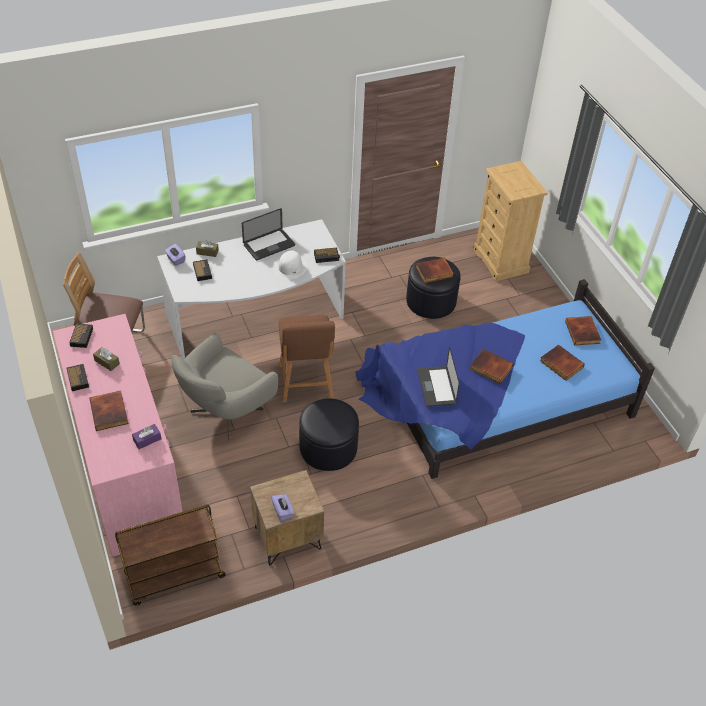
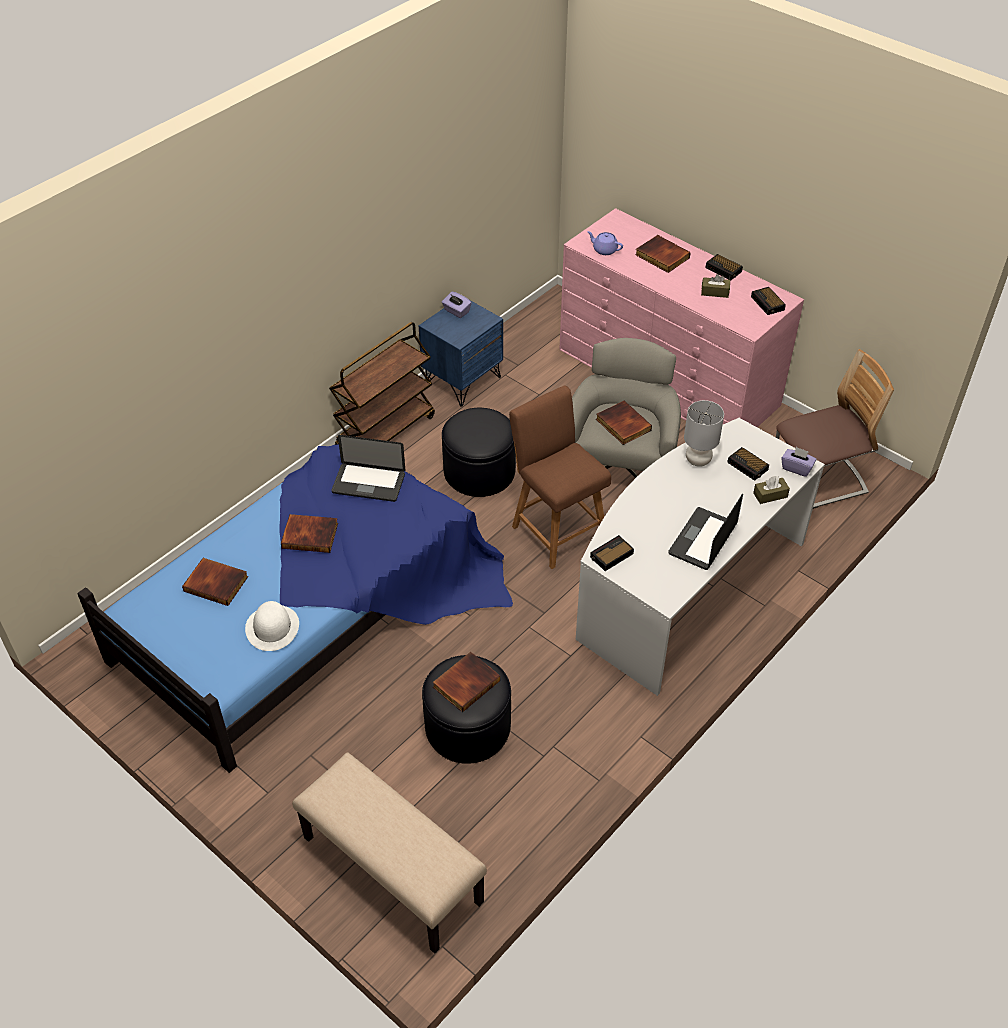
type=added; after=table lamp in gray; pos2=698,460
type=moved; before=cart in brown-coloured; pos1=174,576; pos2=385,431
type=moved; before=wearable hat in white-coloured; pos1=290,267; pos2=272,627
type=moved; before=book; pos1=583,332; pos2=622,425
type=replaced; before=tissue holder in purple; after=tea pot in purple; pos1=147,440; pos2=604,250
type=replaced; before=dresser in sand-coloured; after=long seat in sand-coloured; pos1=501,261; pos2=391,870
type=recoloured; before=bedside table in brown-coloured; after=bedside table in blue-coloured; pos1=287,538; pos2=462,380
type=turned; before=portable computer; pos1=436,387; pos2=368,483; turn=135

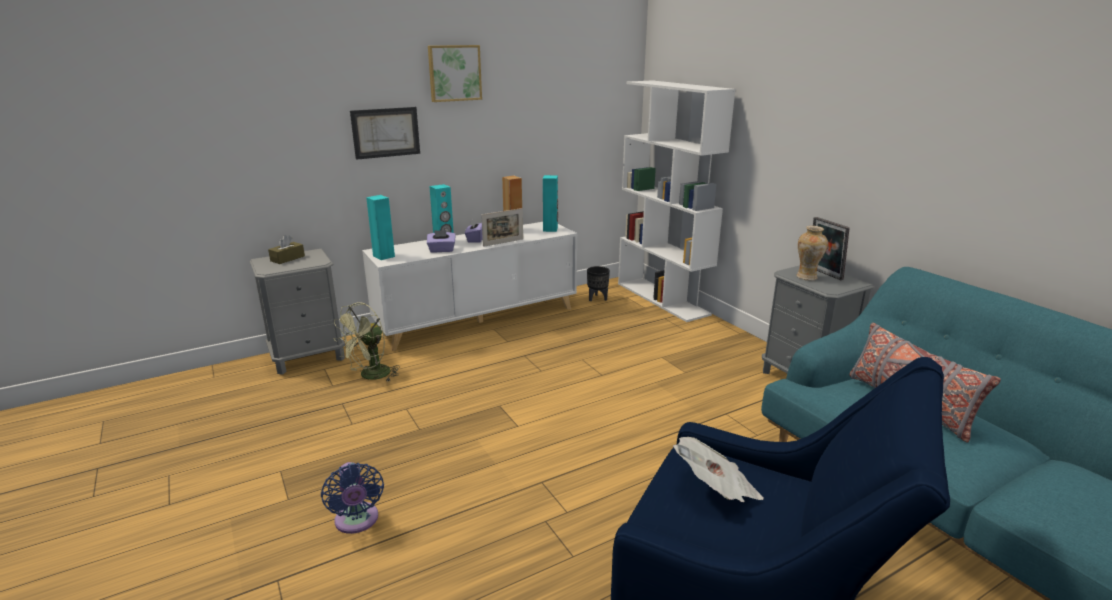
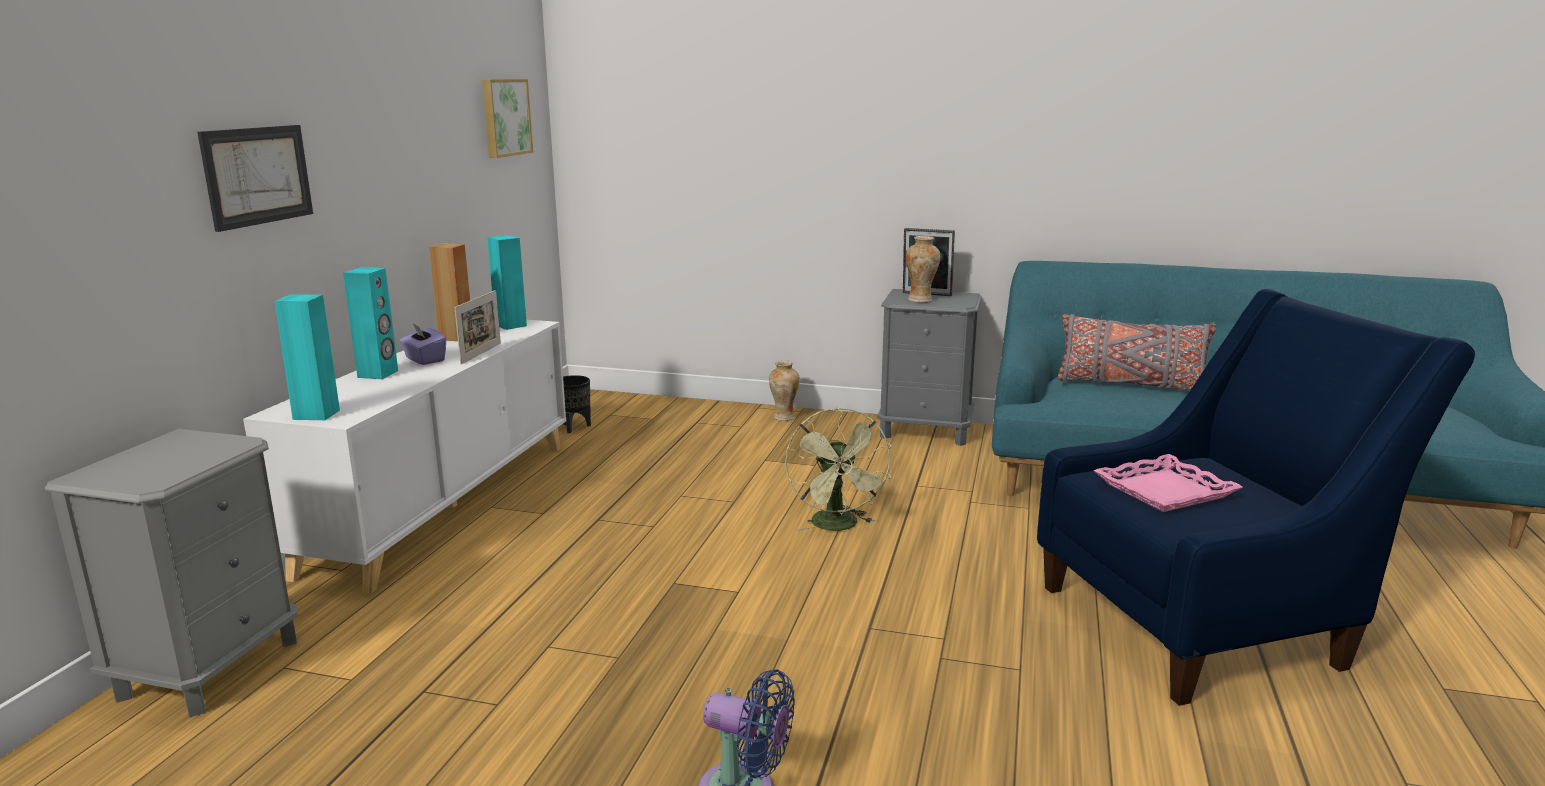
type=removed; before=tissue holder in brown-coloured; pos1=287,258
type=removed; before=tissue holder in purple; pos1=441,250
type=removed; before=bookshelf in white-coloured; pos1=663,299
type=added; after=decorative vase; pos2=784,417
type=moved; before=fan in green-coloured; pos1=370,376; pos2=838,526
type=moved; before=wall picture; pos1=454,73; pos2=504,117
type=replaced; before=daily paper; after=carrying tray in pink; pos1=716,489; pos2=1164,490

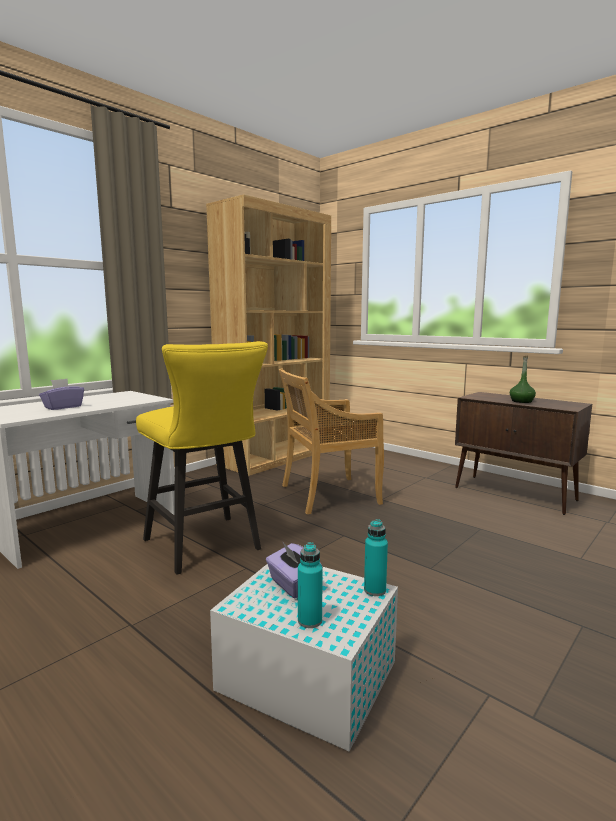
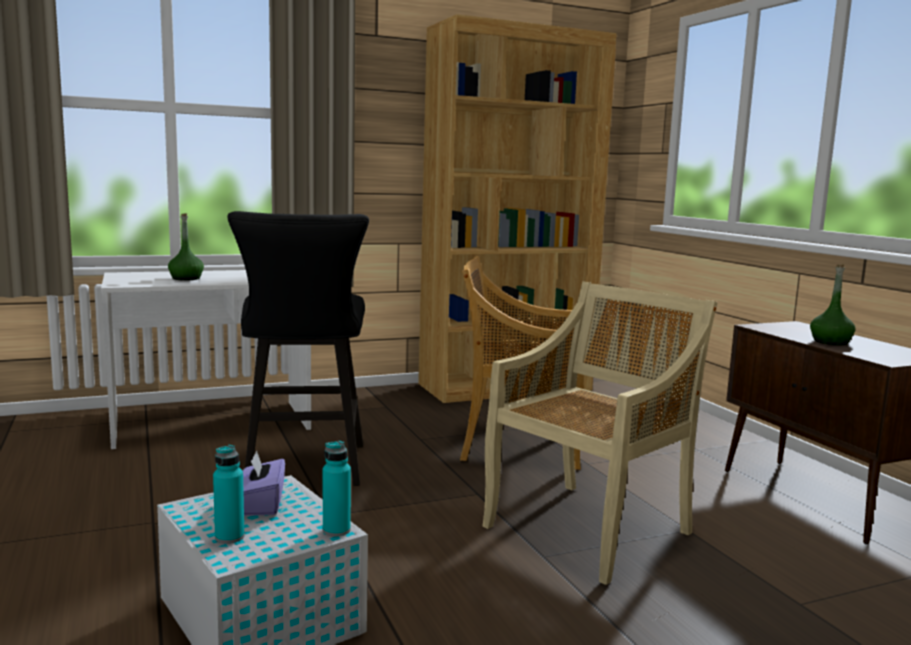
type=added; after=upright chair in sand-coloured; pos2=589,528
type=replaced; before=tissue holder in purple; after=bottle in green-coloured; pos1=63,407; pos2=186,278
type=recoloured; before=stool seat in yellow-coloured; after=stool seat in black-coloured; pos1=206,547; pos2=303,470

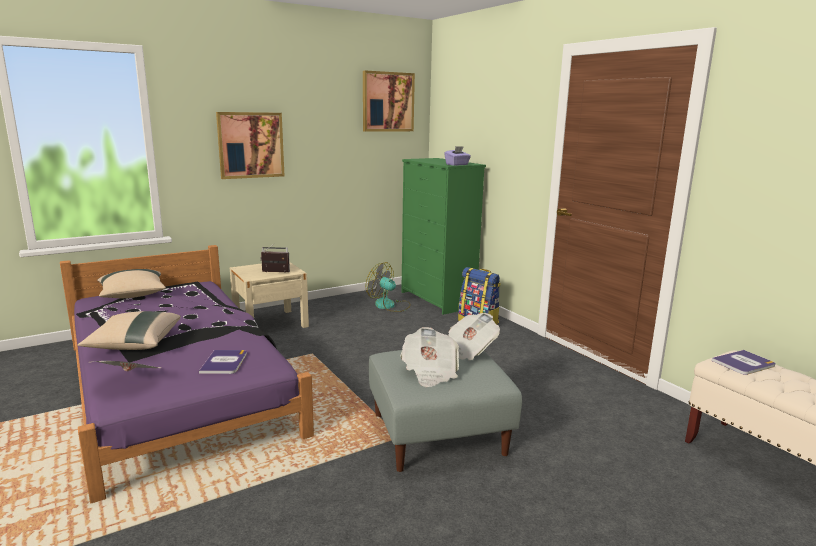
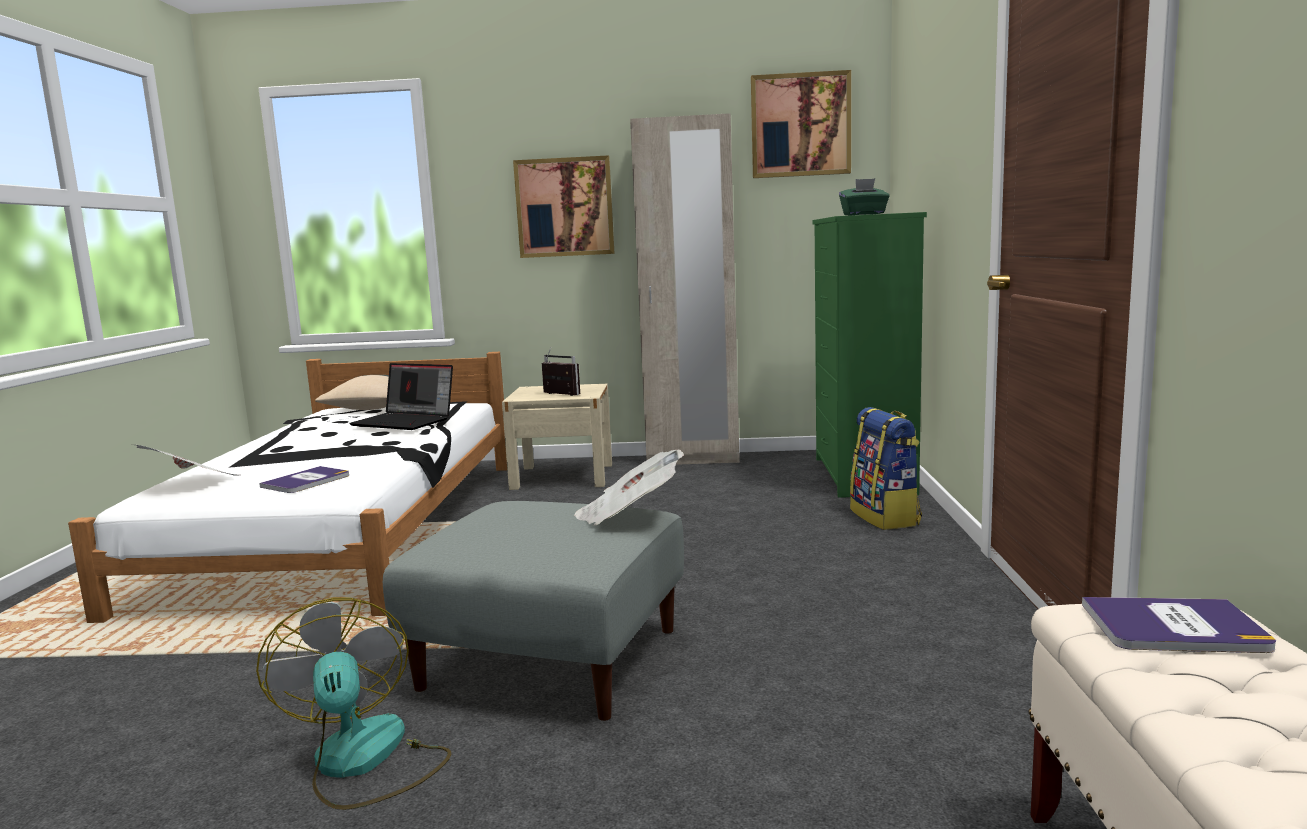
type=removed; before=pillow in sand-coloured; pos1=134,344
type=removed; before=daily paper; pos1=430,372
type=added; after=portable computer; pos2=406,421
type=added; after=clothes cupboard in sand-coloured; pos2=693,459
type=moved; before=fan; pos1=389,306; pos2=364,762
type=recoloured; before=sleeping bed in purple; after=sleeping bed in white-coloured; pos1=176,386; pos2=348,527
type=recoloured; before=tissue holder in purple; after=tissue holder in green-coloured; pos1=457,164; pos2=864,214

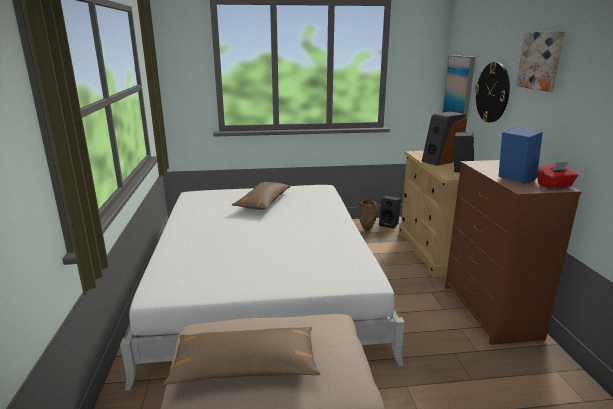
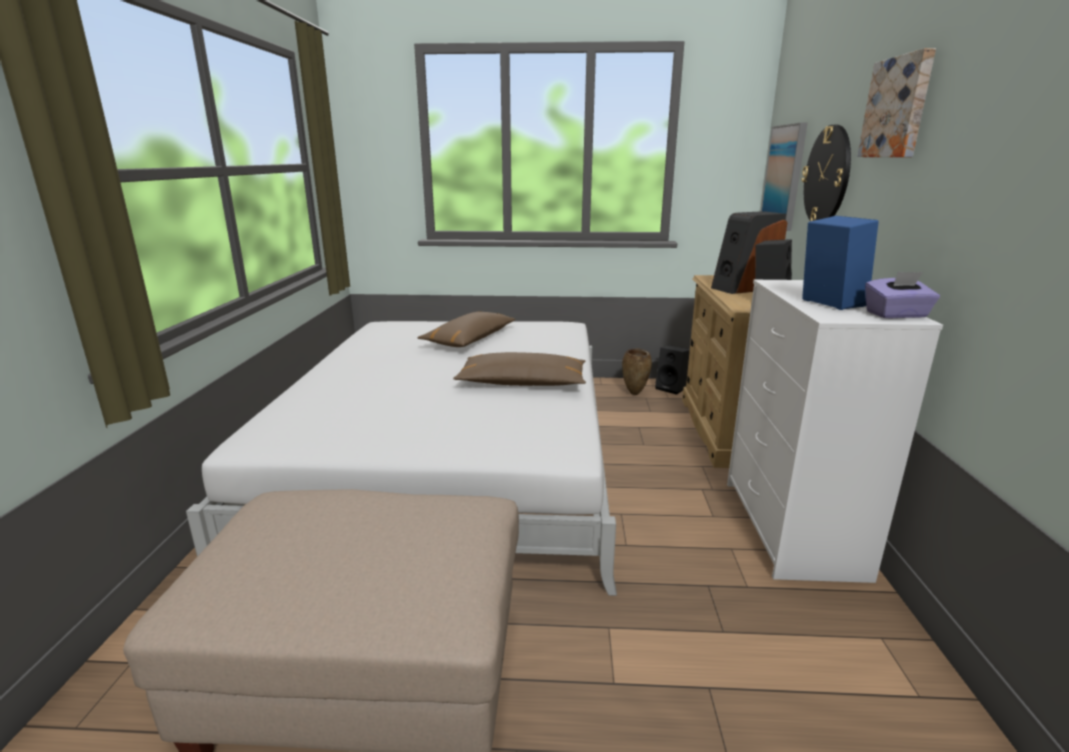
type=moved; before=pillow in brown-coloured; pos1=245,367; pos2=522,383
type=recoloured; before=dresser in brown-coloured; after=dresser in white-coloured; pos1=491,312; pos2=792,528
type=recoloured; before=tissue holder in reddish; after=tissue holder in purple; pos1=554,186; pos2=896,315

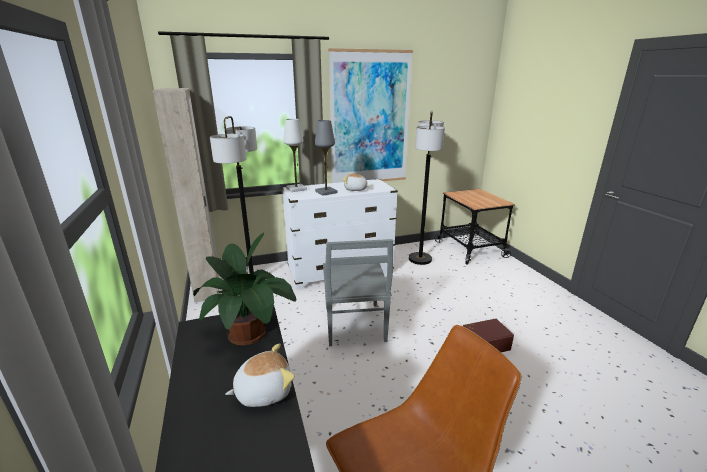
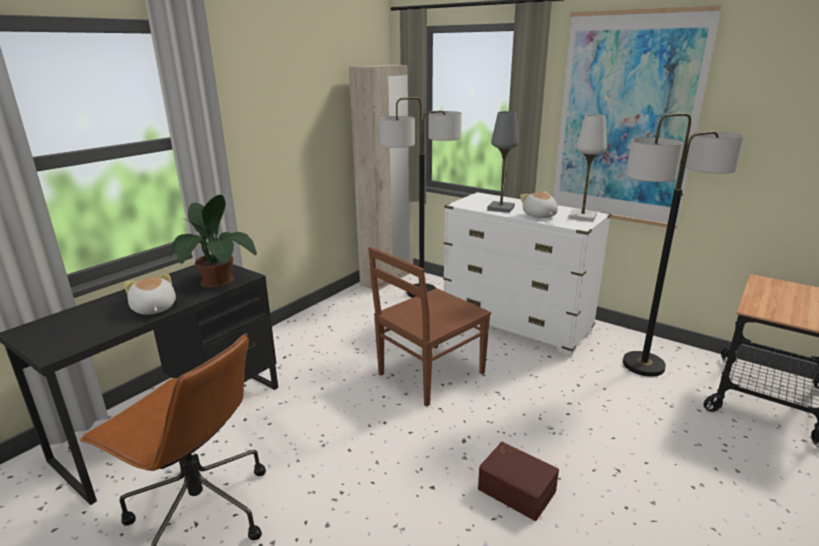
type=moved; before=table lamp in white-coloured; pos1=296,189; pos2=582,217
type=recoloured; before=upright chair in gray; after=upright chair in brown-coloured; pos1=354,325; pos2=429,374
type=turned; before=soft toy; pos1=263,391; pos2=153,309; turn=-150

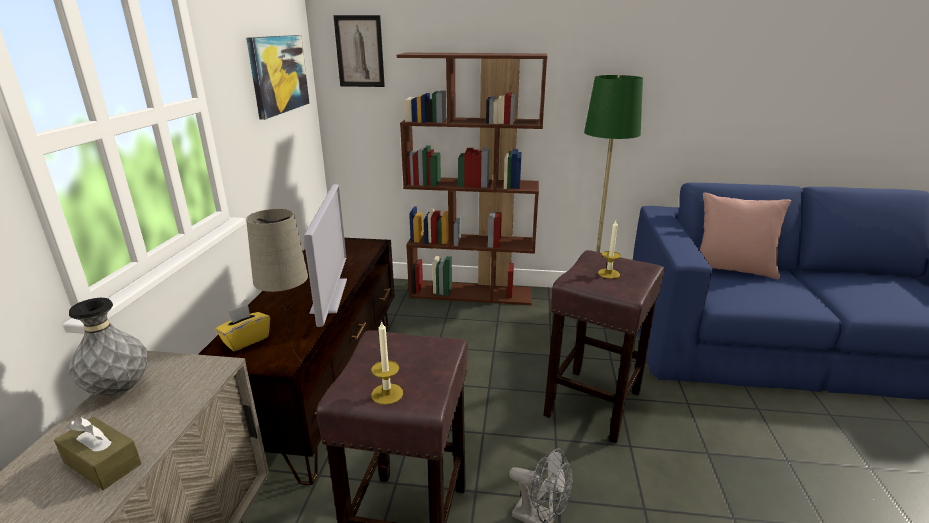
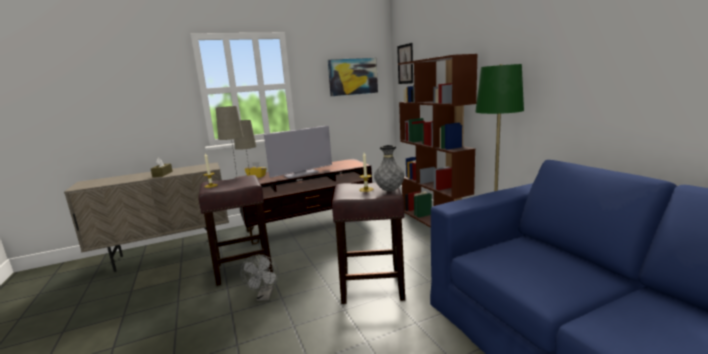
type=removed; before=pillow in pink; pos1=732,270
type=added; after=table lamp in sand-coloured; pos2=237,179
type=moved; before=decorative vase in gray; pos1=119,389; pos2=389,190

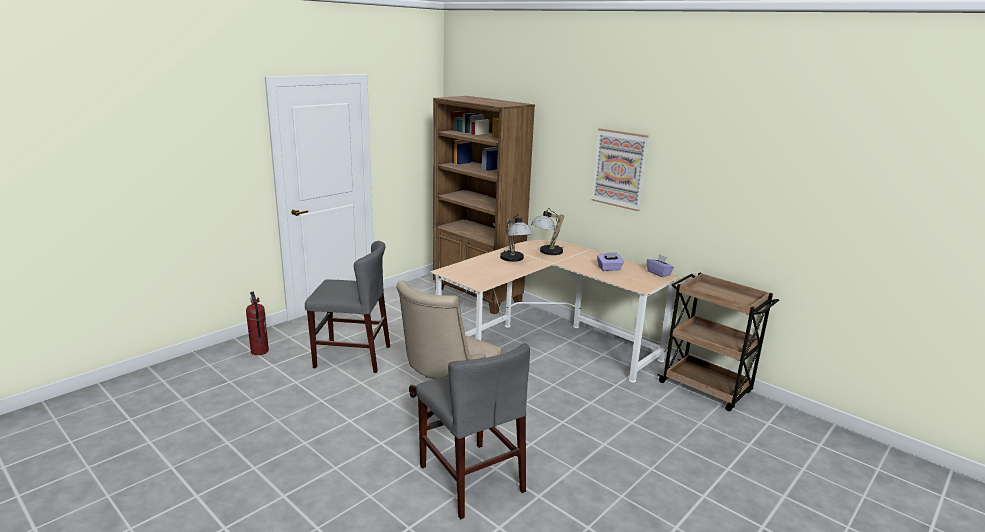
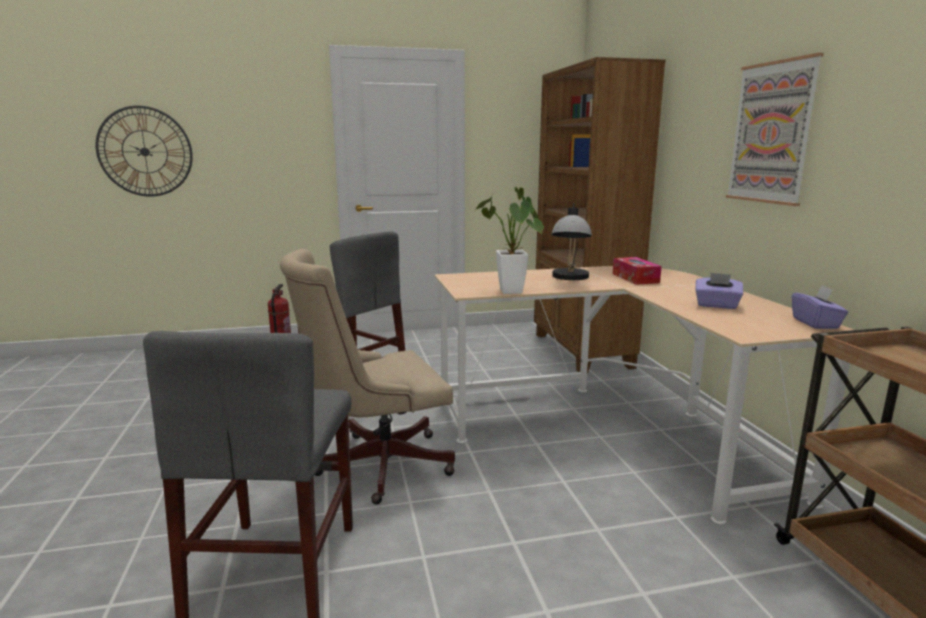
type=added; after=clock on the wall; pos2=145,151
type=added; after=potted plant; pos2=511,293
type=replaced; before=table lamp; after=tissue holder; pos1=547,253; pos2=635,278

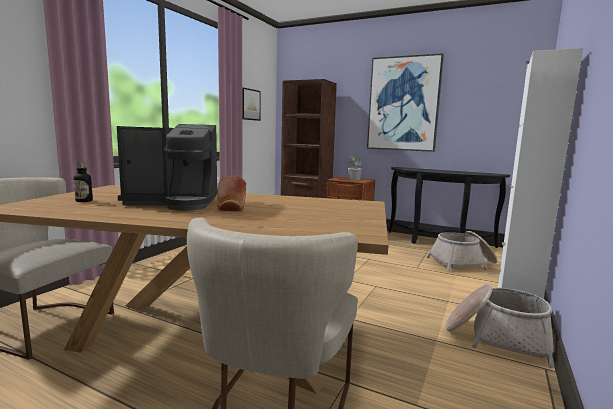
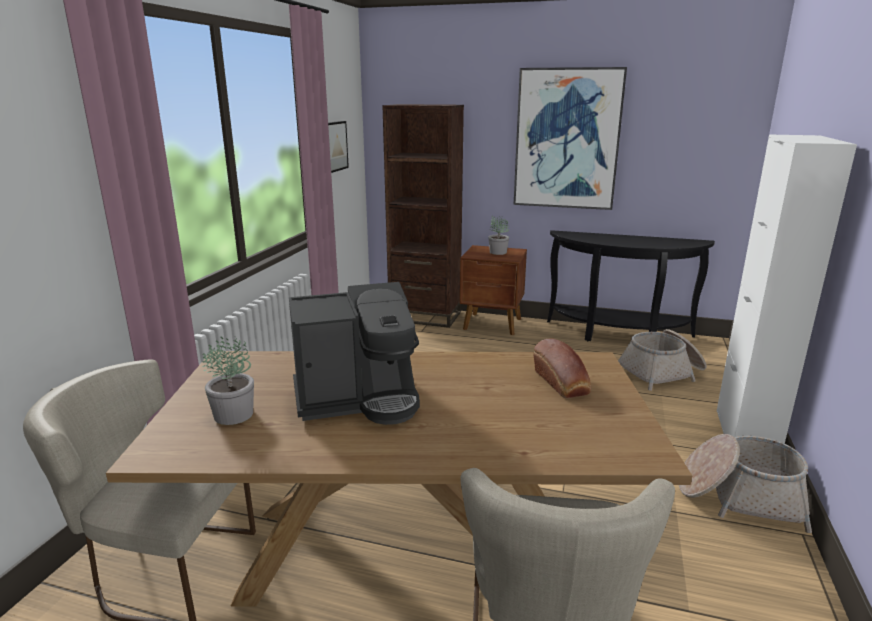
type=moved; before=bread; pos1=231,207; pos2=562,383
type=replaced; before=bottle; after=potted plant; pos1=84,201; pos2=234,414

